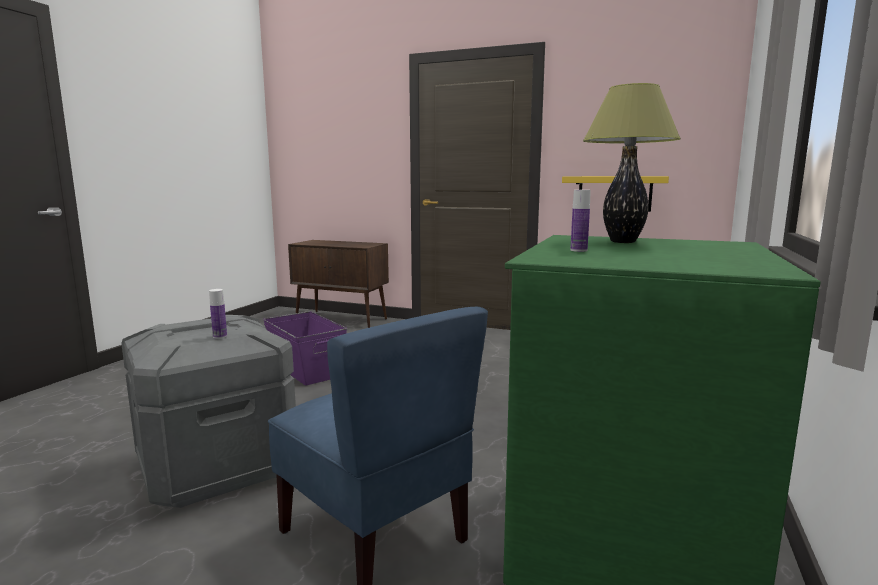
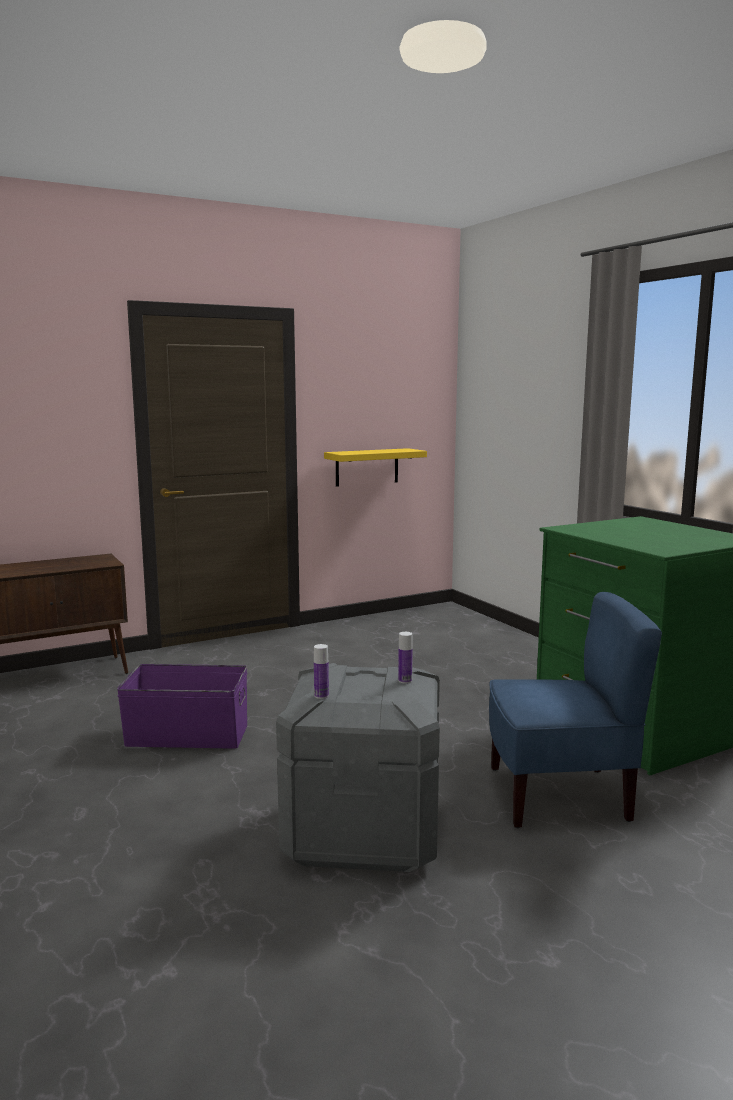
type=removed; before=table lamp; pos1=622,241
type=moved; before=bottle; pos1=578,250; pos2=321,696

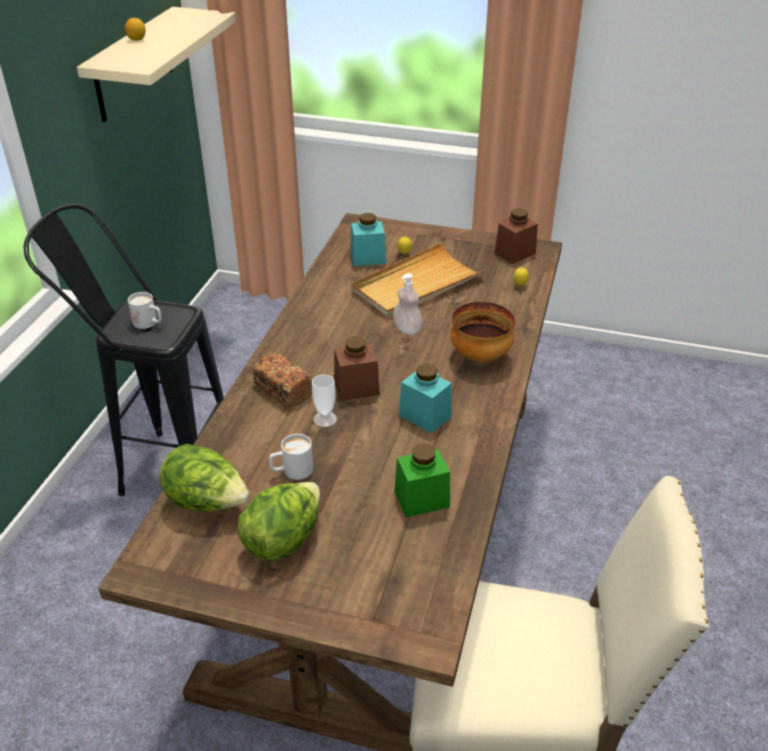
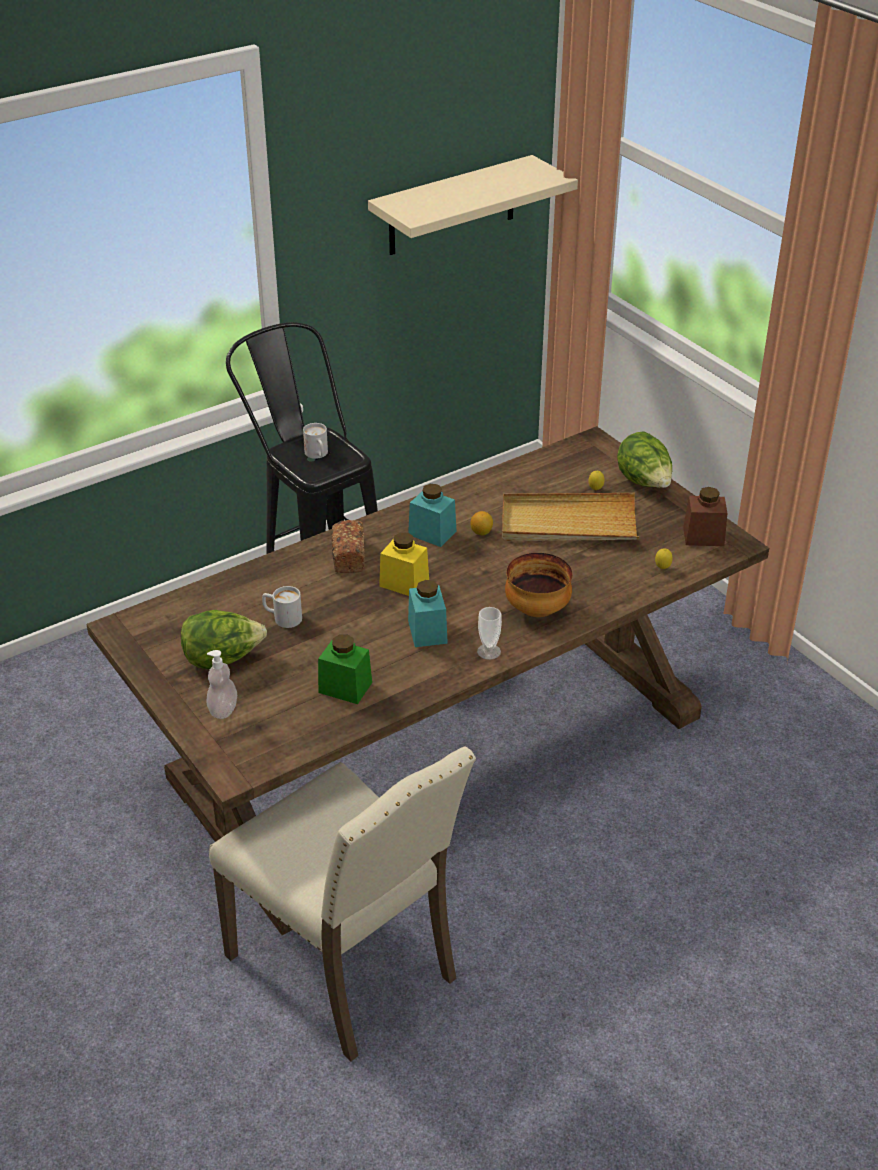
type=moved; before=lemon; pos1=137,39; pos2=481,532
type=moved; before=lettuce head; pos1=207,502; pos2=644,483
type=moved; before=cup; pos1=325,419; pos2=489,651
type=moved; before=storage jar in turquoise; pos1=368,258; pos2=432,533
type=moved; before=soap dispenser; pos1=407,329; pos2=223,710
type=recoloured; before=storage jar in brown-coloured; after=storage jar in yellow-coloured; pos1=356,387; pos2=404,583

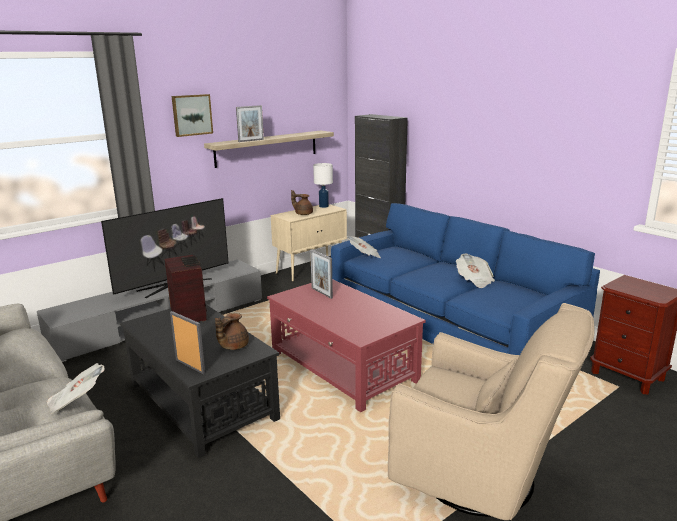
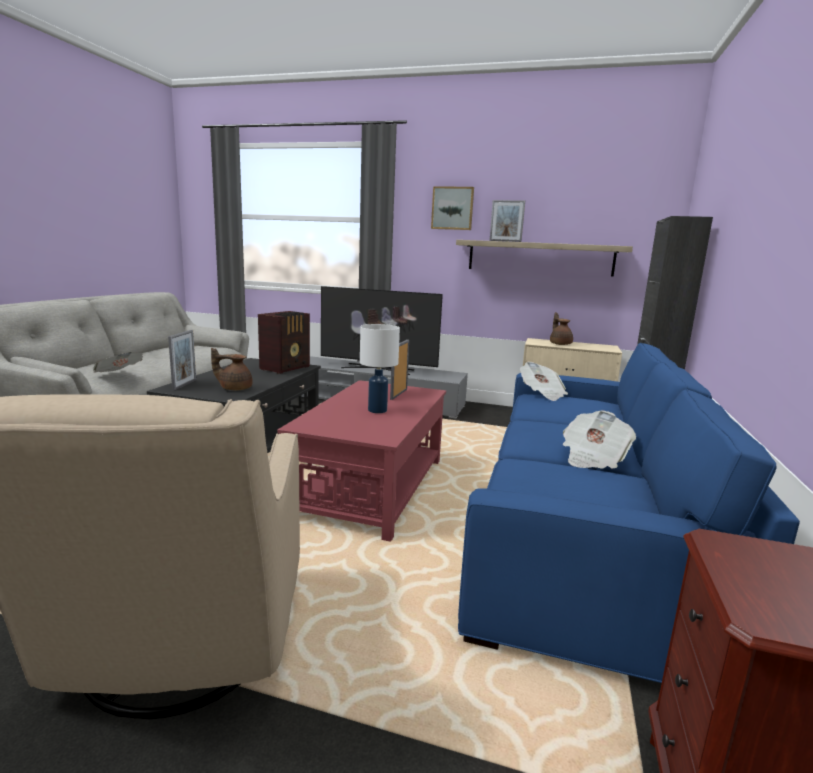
type=moved; before=table lamp in white-coloured; pos1=323,206; pos2=378,410

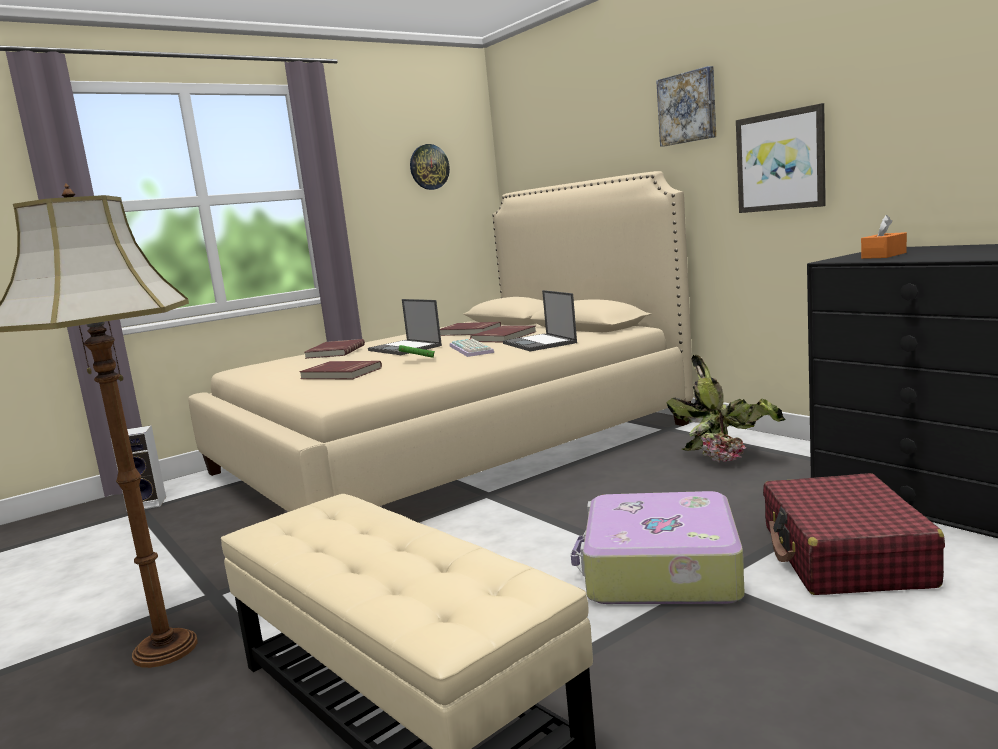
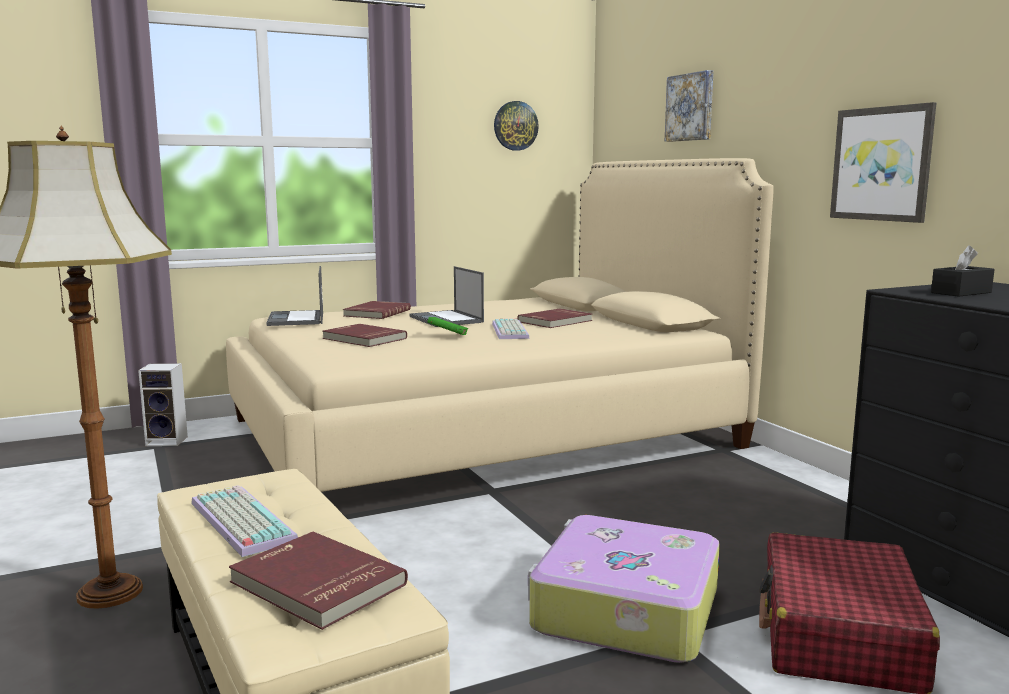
type=removed; before=potted plant; pos1=729,457
type=added; after=PC keyboard; pos2=238,521
type=moved; before=book in reddish; pos1=469,331; pos2=315,584
type=moved; before=portable computer; pos1=540,343; pos2=296,319
type=moved; before=wall picture; pos1=688,108; pos2=691,107
type=recoloured; before=tissue holder in orange; after=tissue holder in black-coloured; pos1=884,255; pos2=961,292

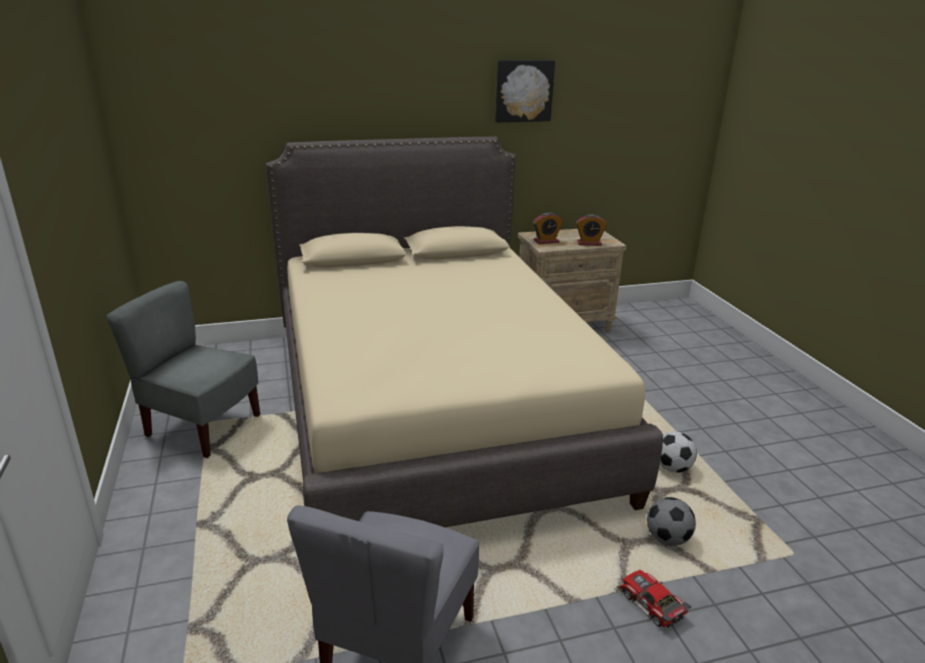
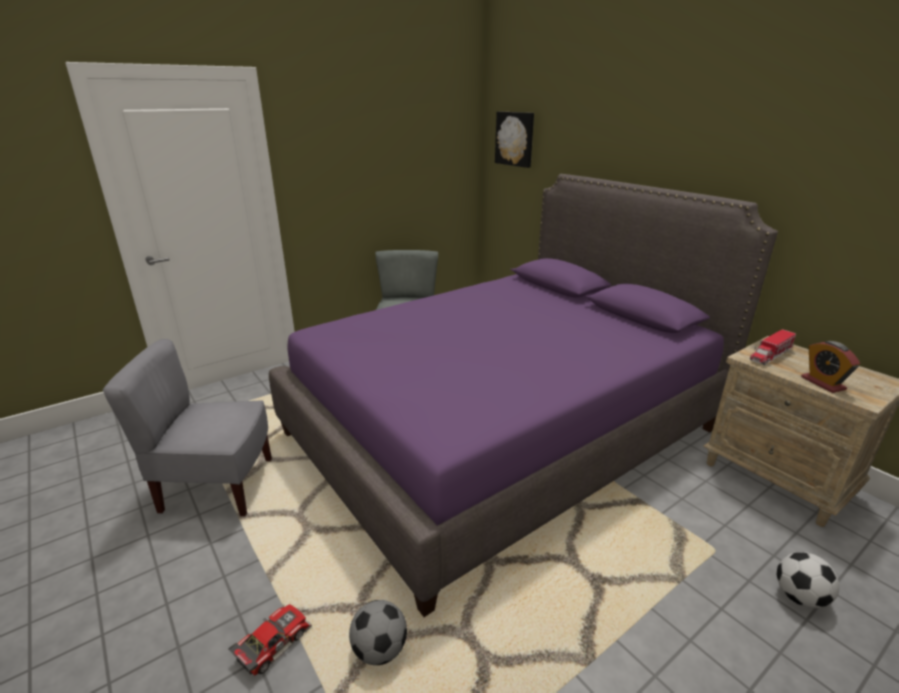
type=moved; before=wall picture; pos1=523,90; pos2=515,139
type=moved; before=football ball; pos1=672,468; pos2=799,597
type=replaced; before=alarm clock; after=model truck; pos1=546,241; pos2=770,355
type=recoloured; before=sleeping bed in sand-coloured; after=sleeping bed in purple; pos1=434,409; pos2=502,431

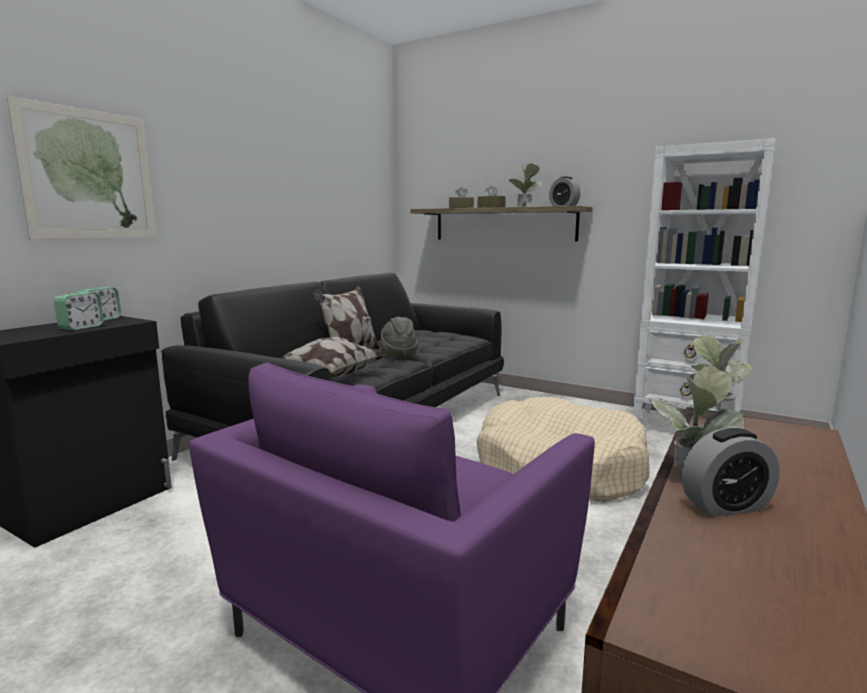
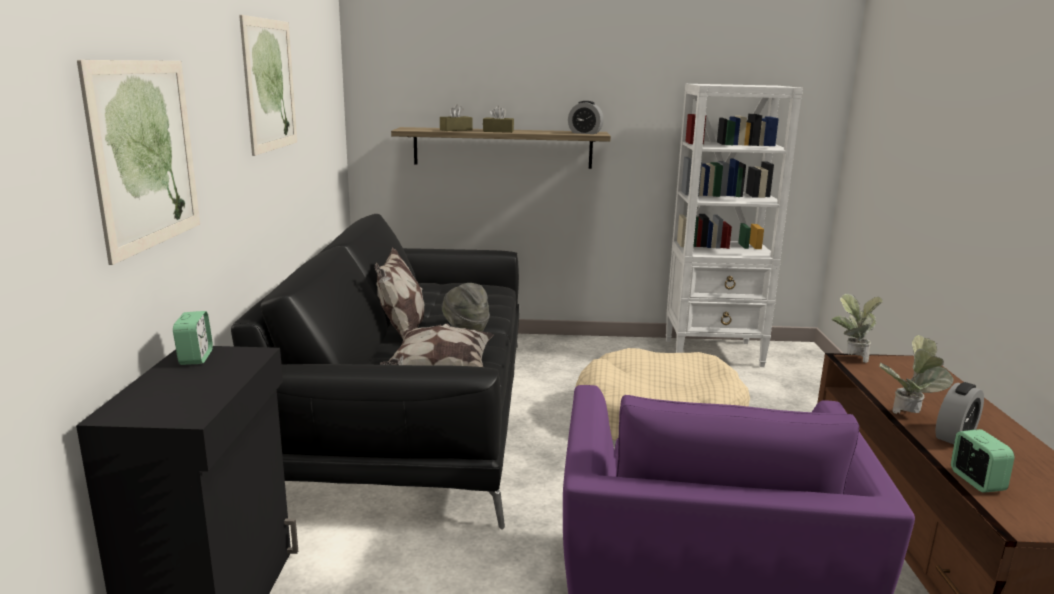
type=removed; before=potted plant; pos1=525,206
type=added; after=wall picture; pos2=270,85
type=moved; before=alarm clock; pos1=81,327; pos2=976,481

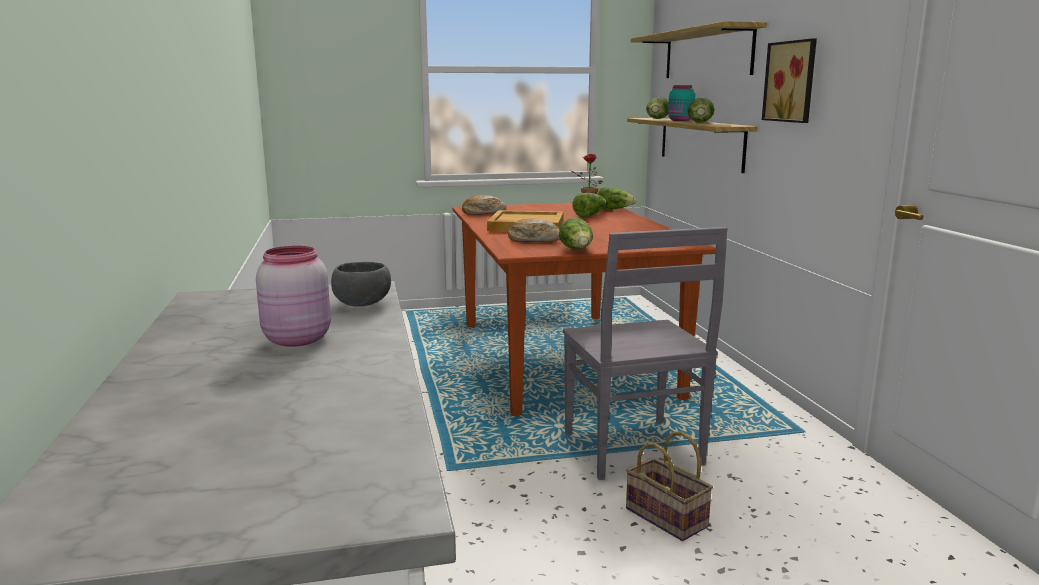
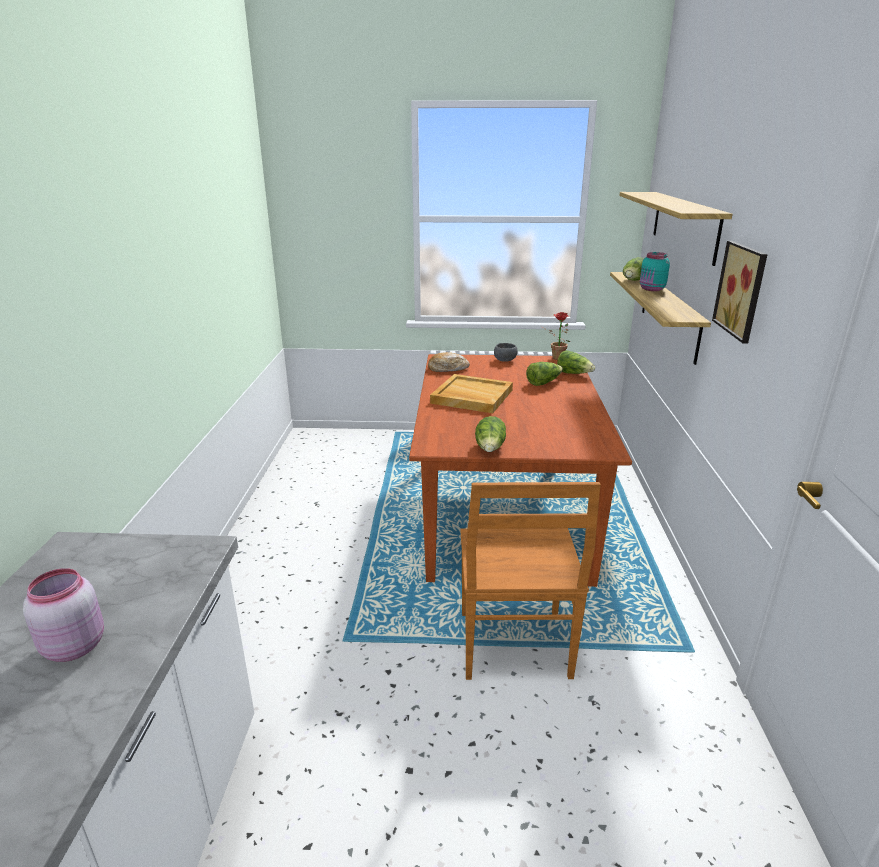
type=removed; before=bread; pos1=534,240
type=removed; before=storage basket; pos1=668,518
type=removed; before=lettuce head; pos1=700,123
type=moved; before=deep dish in gray; pos1=364,304; pos2=505,360
type=recoloured; before=upright chair in gray; after=upright chair in brown-coloured; pos1=633,451; pos2=514,647

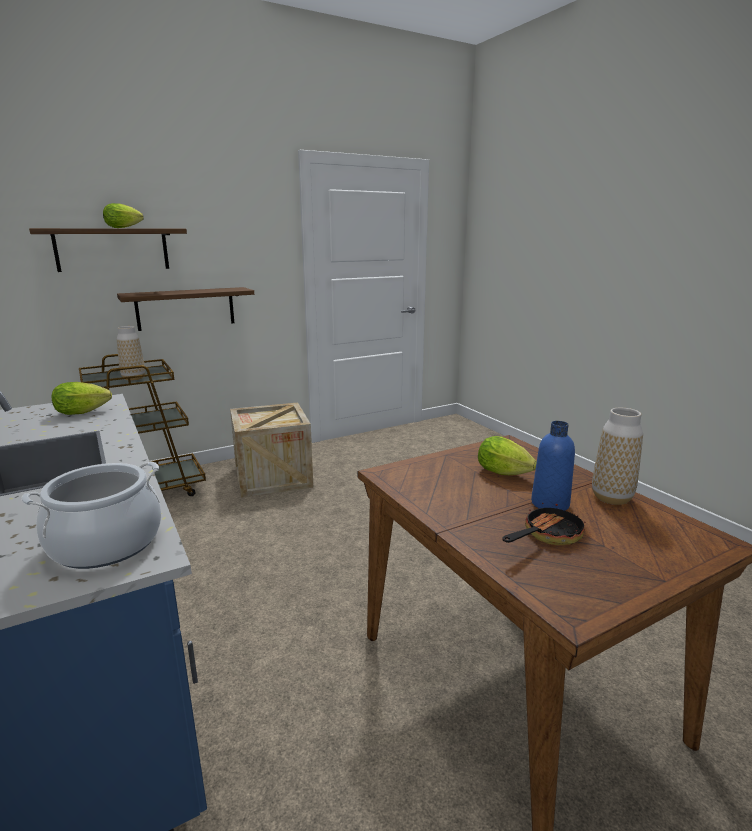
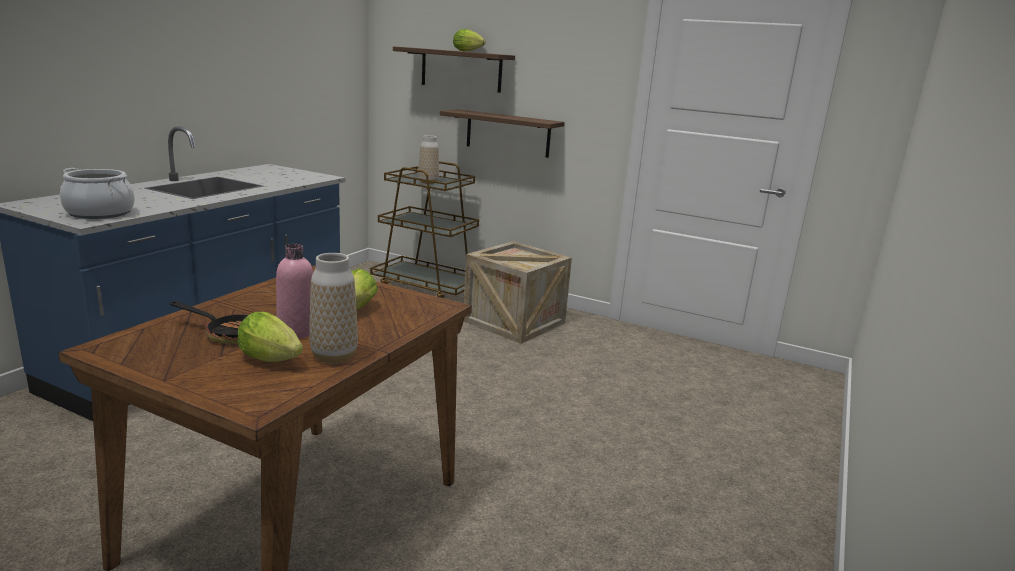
type=moved; before=lettuce head; pos1=85,412; pos2=274,360
type=recoloured; before=bottle in blue-coloured; after=bottle in pink; pos1=550,503; pos2=297,331

